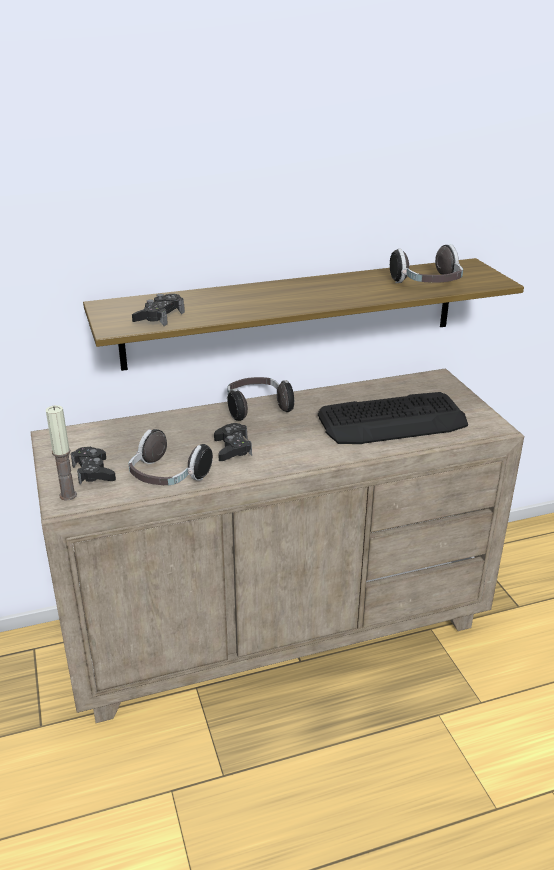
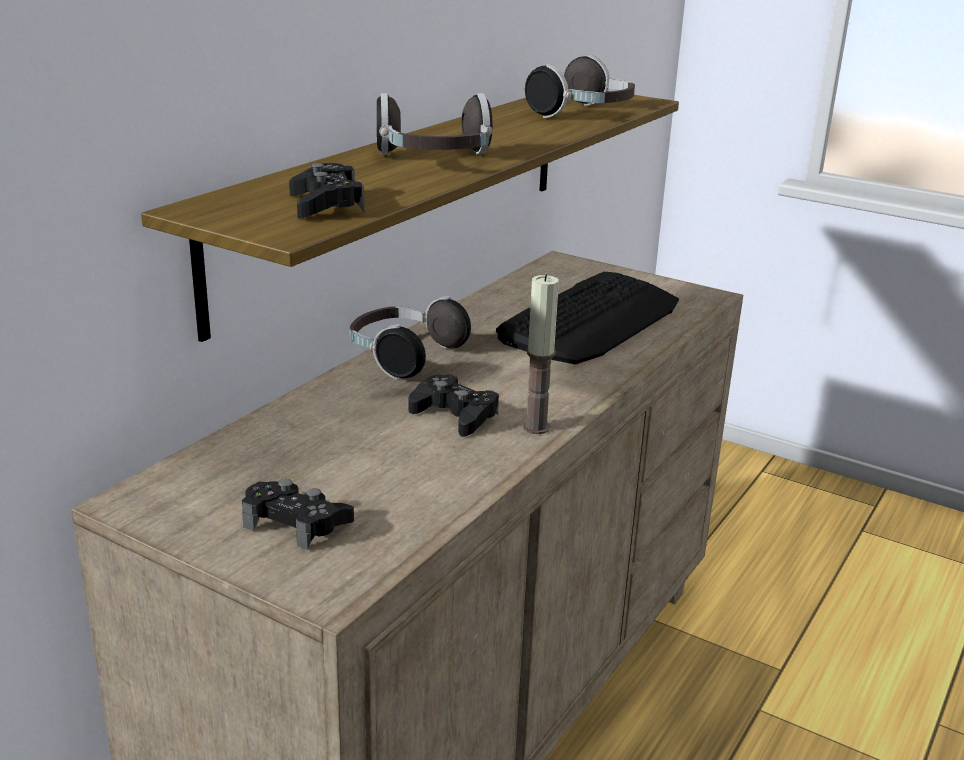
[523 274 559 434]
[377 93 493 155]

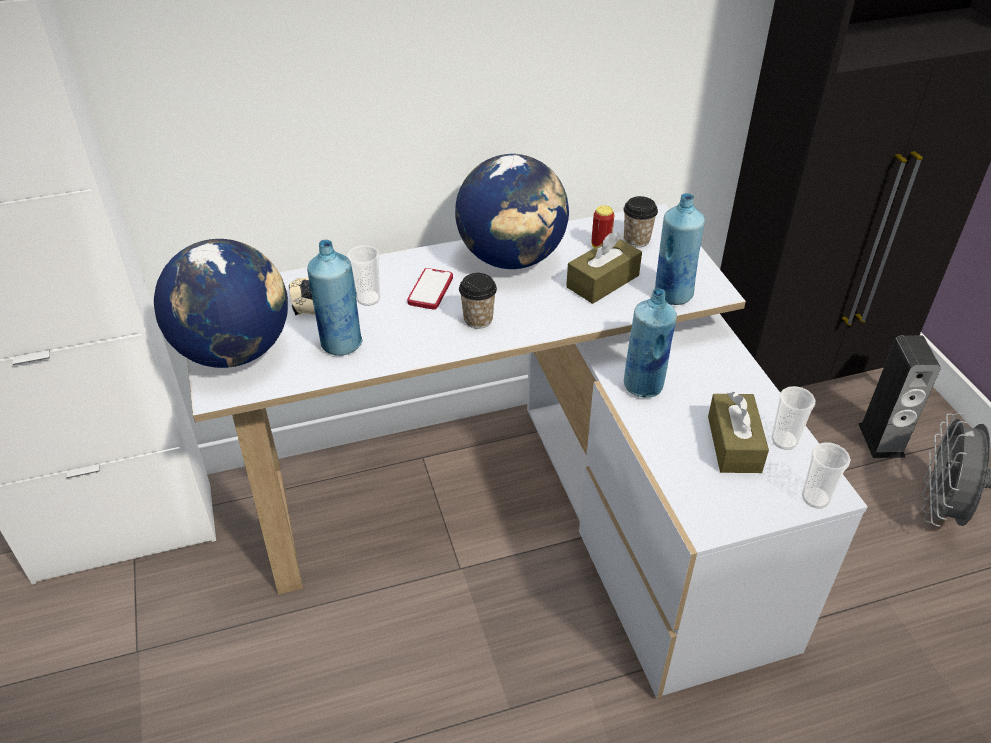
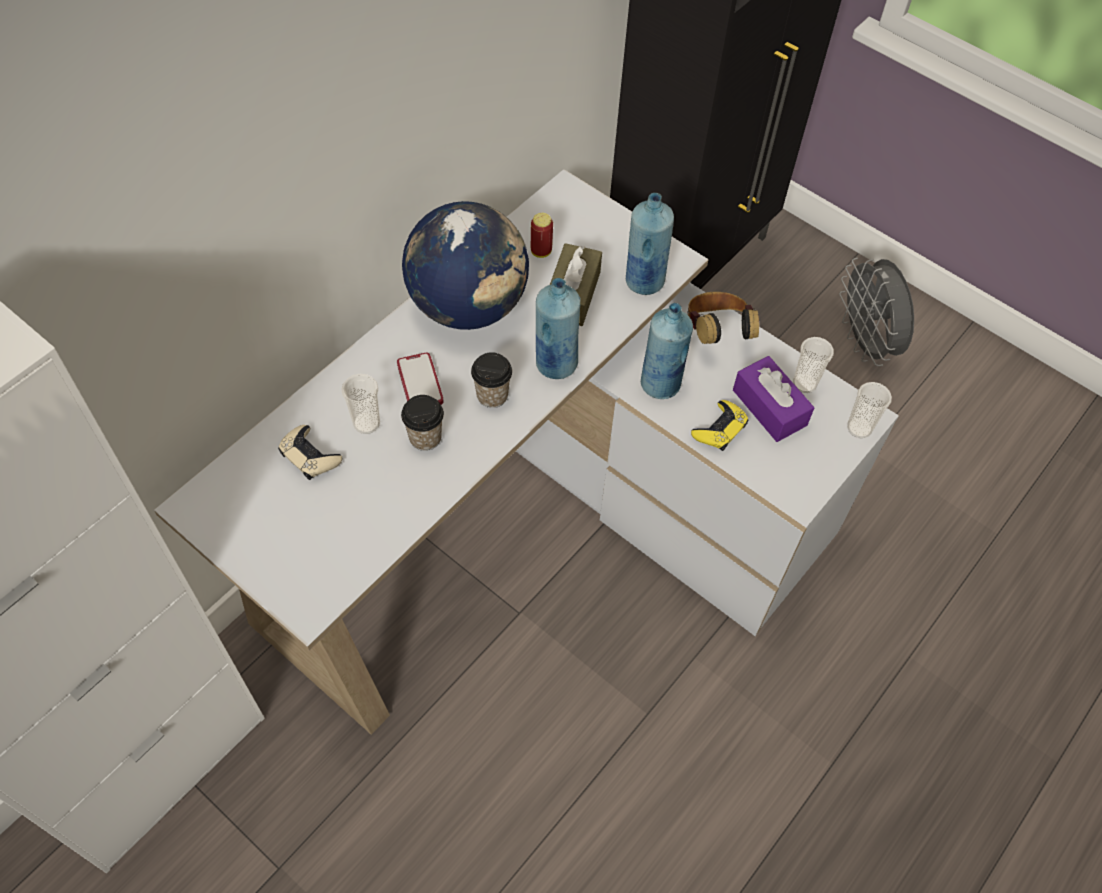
[401 395 444 451]
[154 239 288 368] (first image)
[536 278 581 379]
[858 335 941 458] (first image)
[733 356 815 442]
[687 292 759 344]
[691 400 748 451]

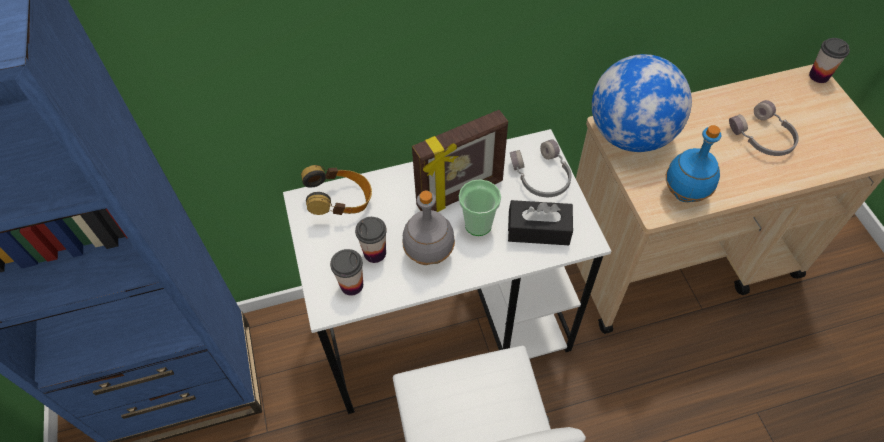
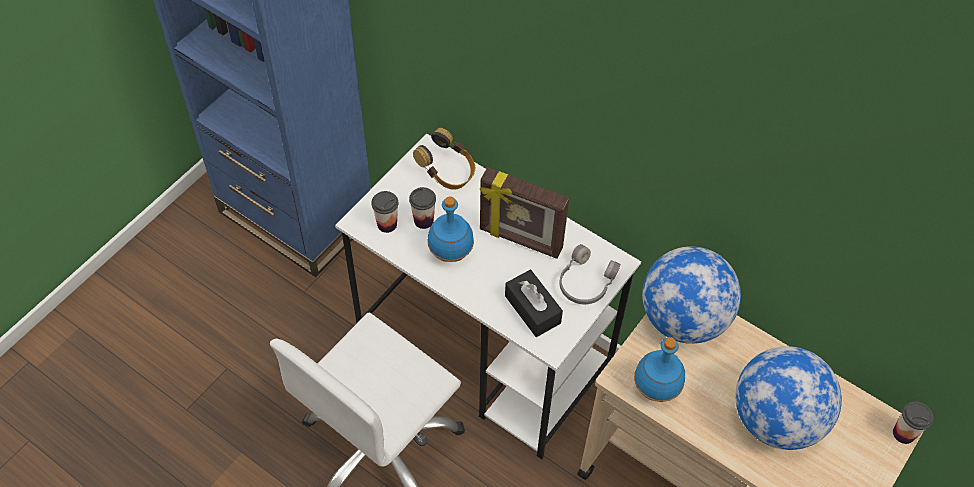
[735 346 842 450]
[459 179 501 236] (first image)
[428 196 474 262]

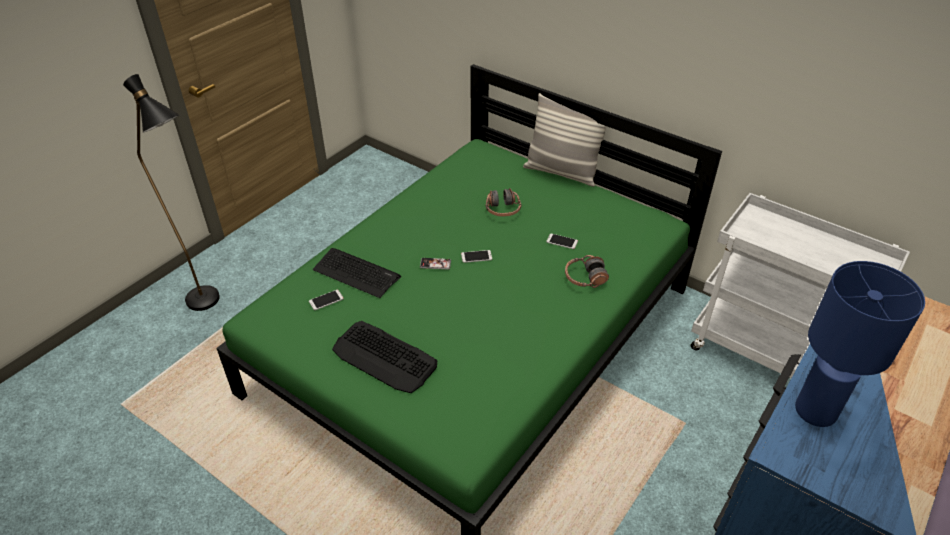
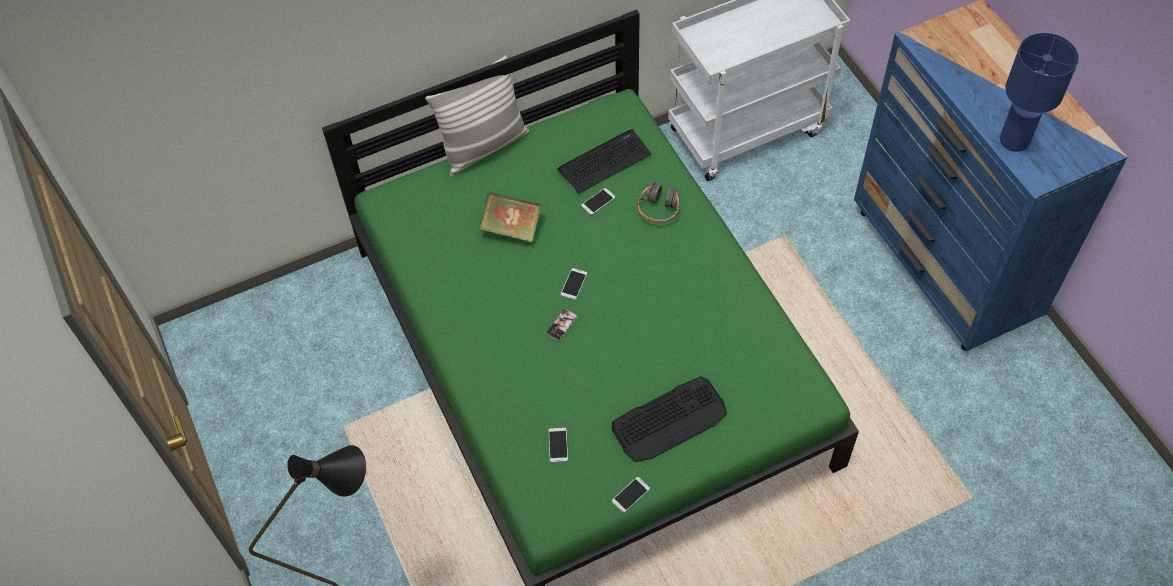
[480 192 542 243]
[557 129 652 194]
[612 477 650 513]

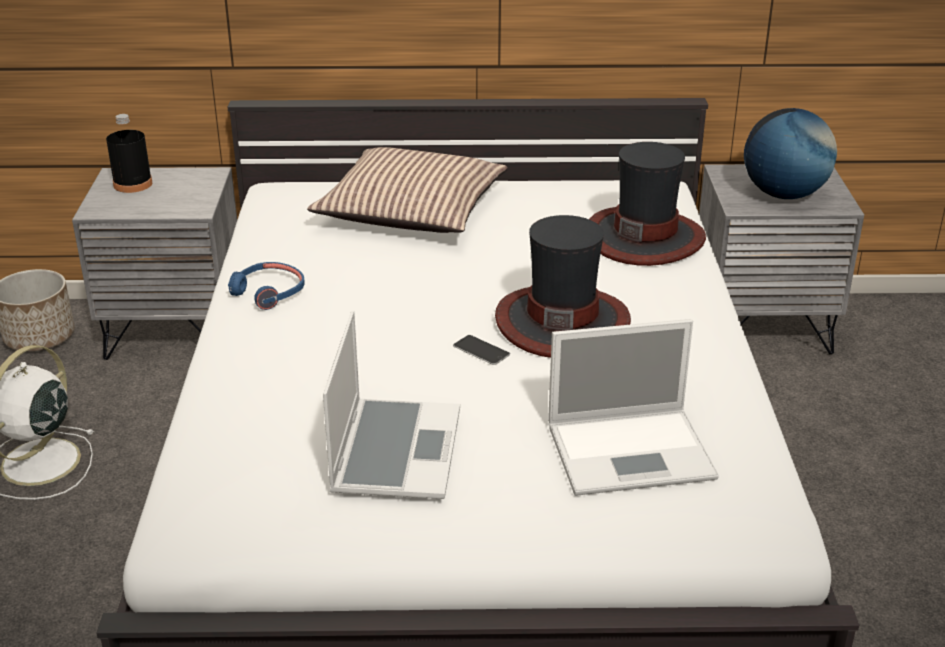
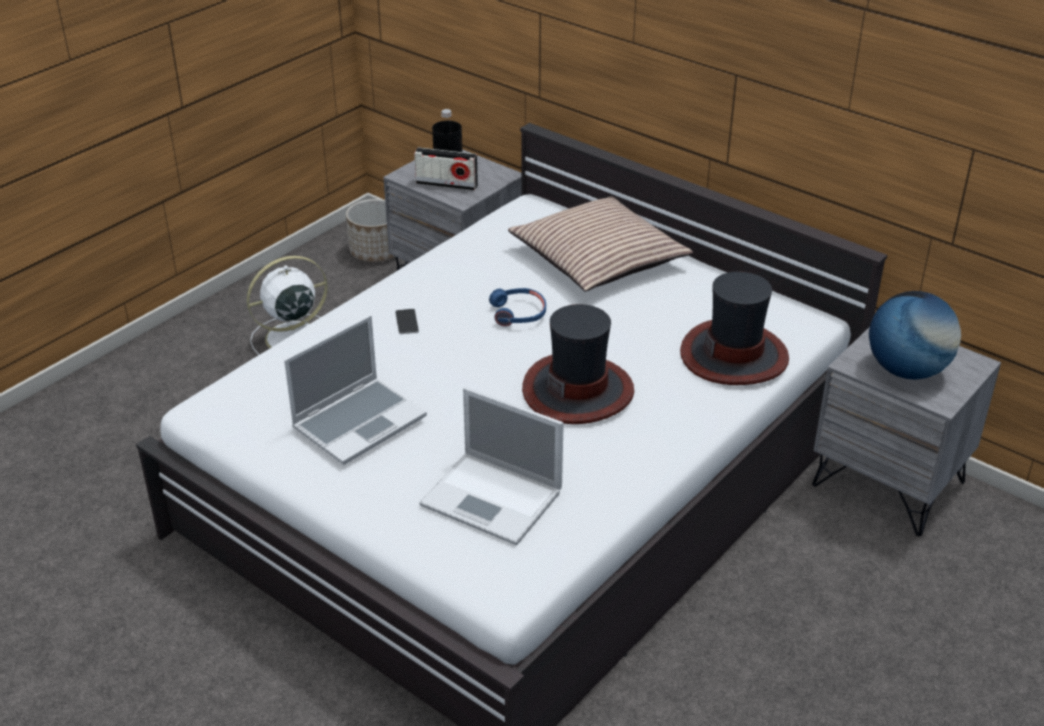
[489 288 546 327]
[395 309 419 334]
[414 147 478 190]

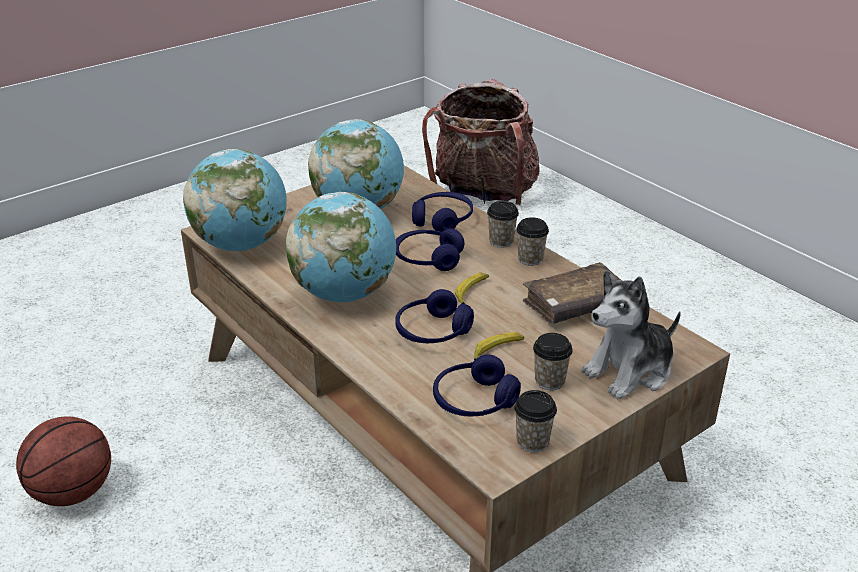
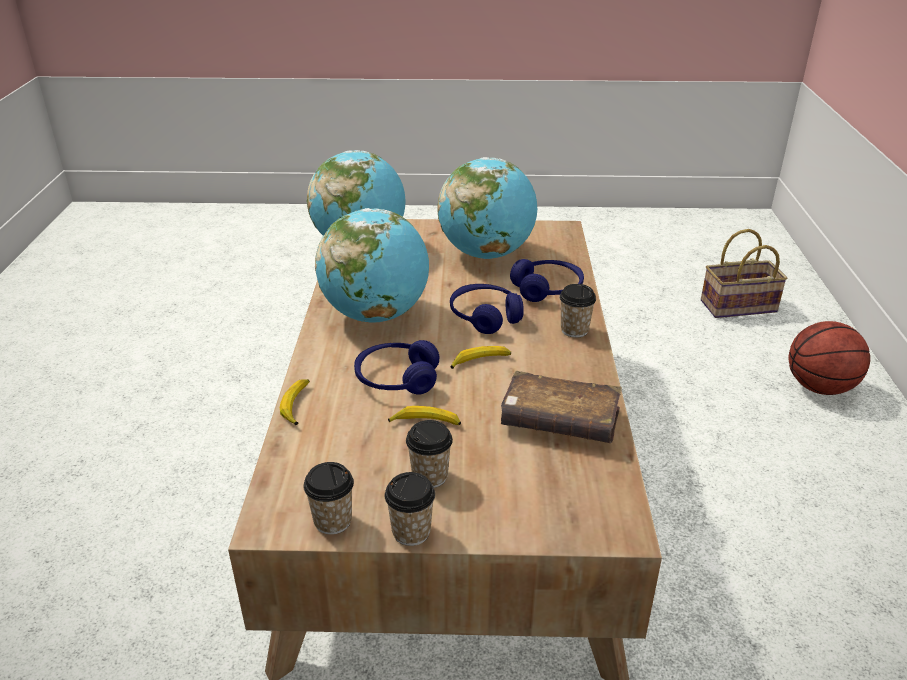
[701 229 788 318]
[385 472 435 546]
[581 270 681 399] (first image)
[433 354 521 416] (first image)
[789 321 870 395]
[280 379 310 425]

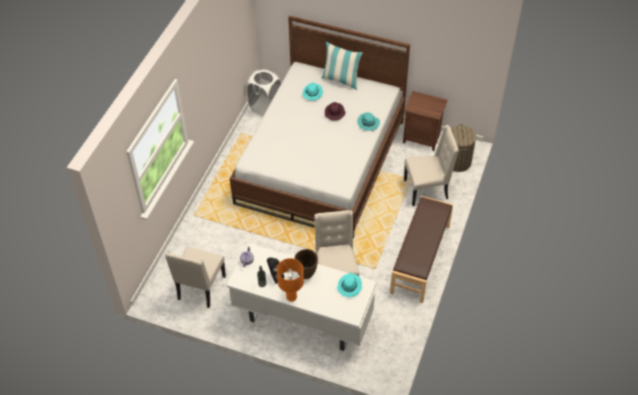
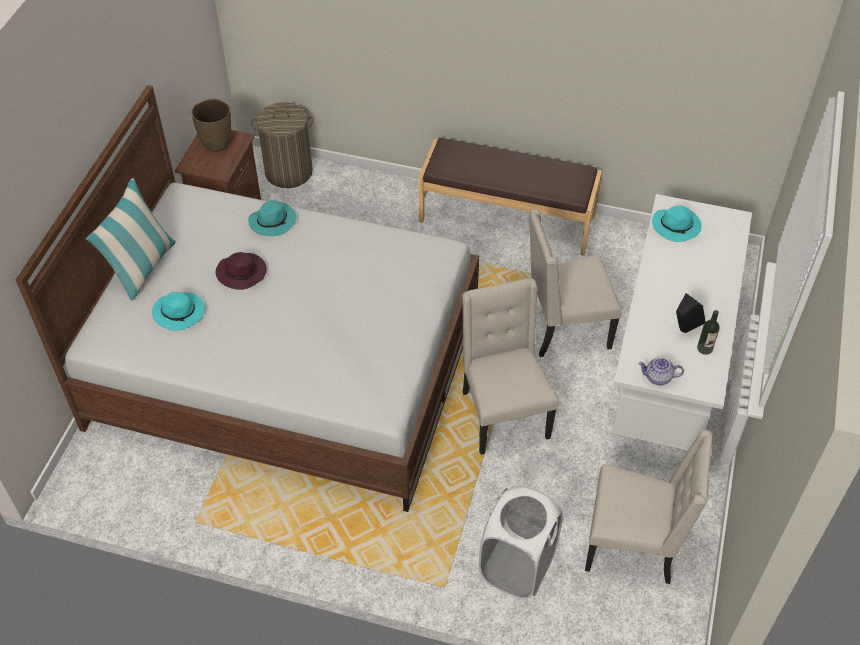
[478 485 563 599]
[462 278 558 455]
[191 99 231 152]
[277 258 304 302] (first image)

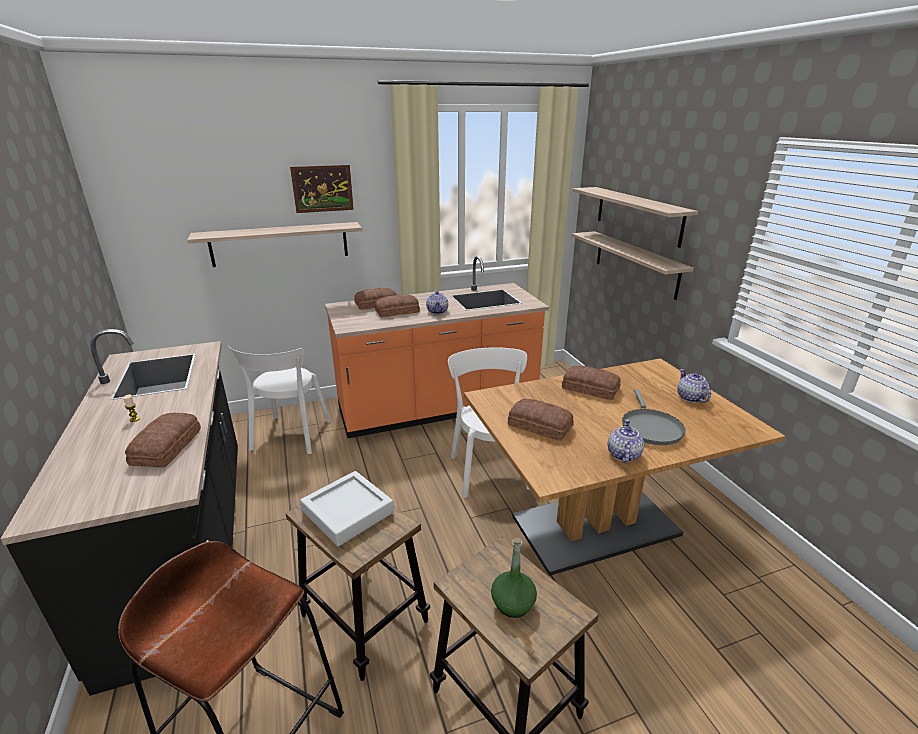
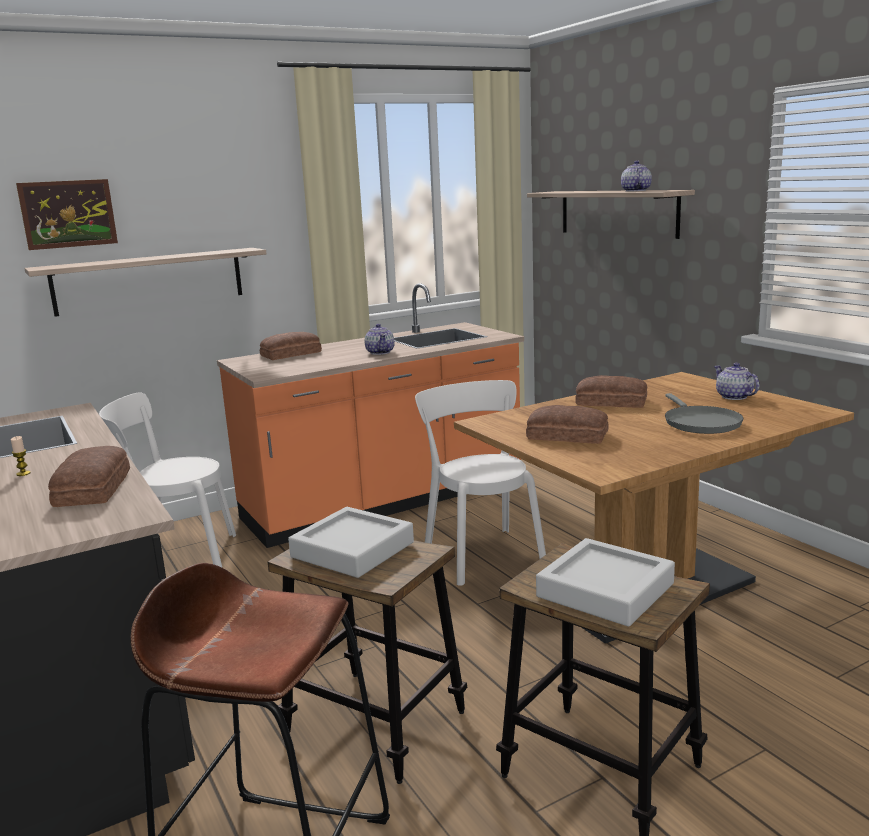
[16 179 118 250]
[572 231 694 300] (first image)
[375 294 420 318] (first image)
[99 392 236 567]
[621 161 652 192]
[536 538 675 627]

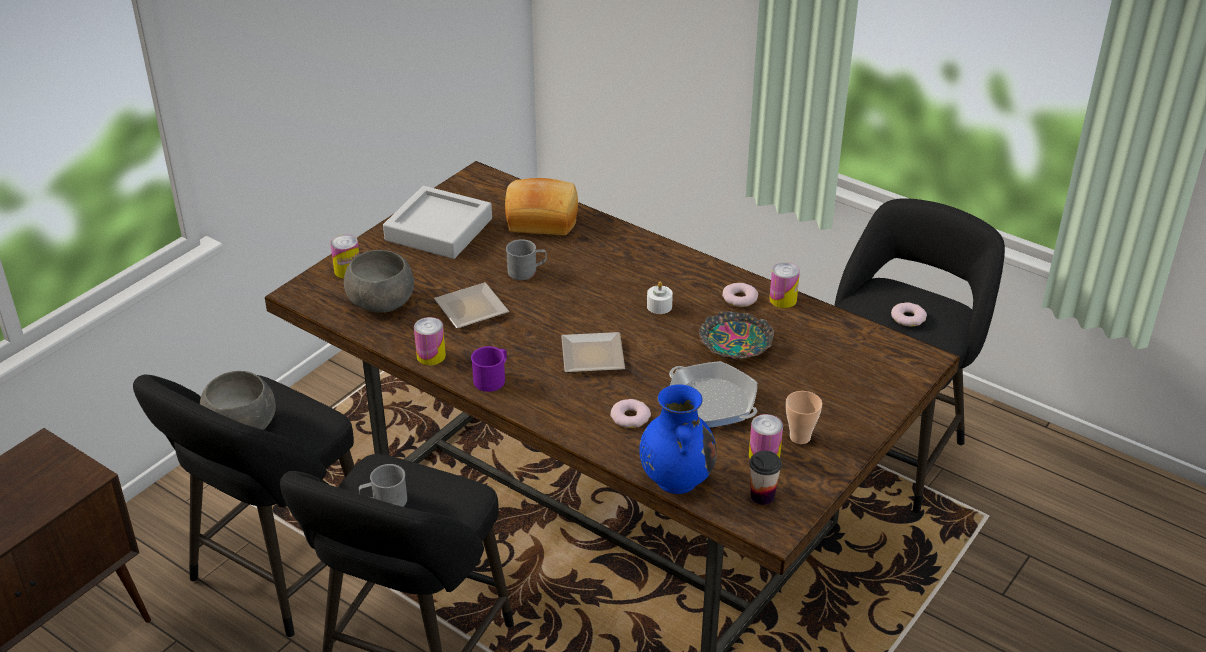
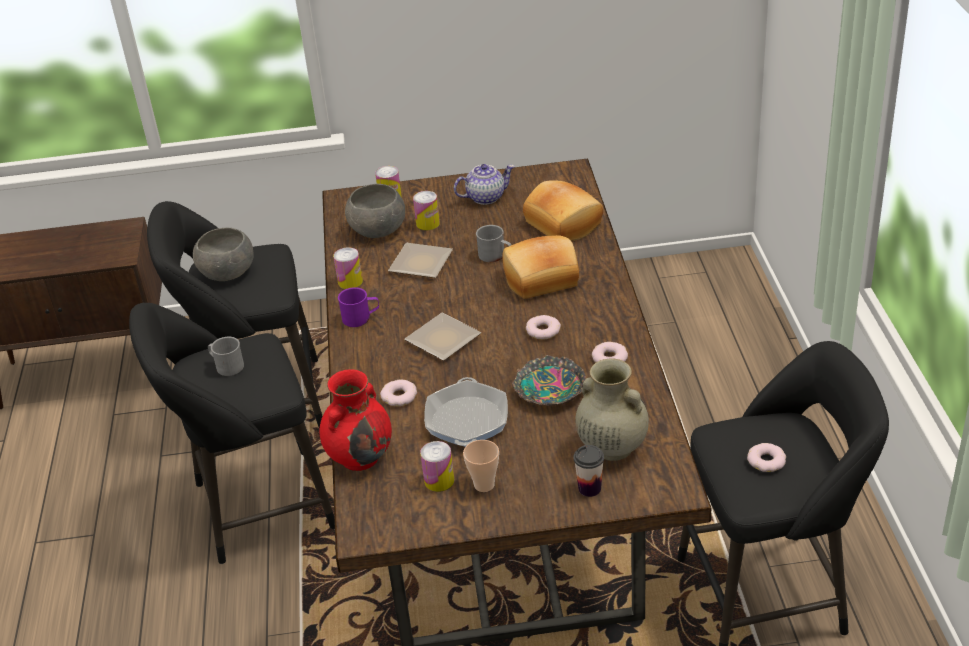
[454 164 515 205]
[413 191 440 230]
[526 315 561 340]
[319 369 392 471]
[573 445 604 497]
[502 235 579 299]
[576 358 649 461]

